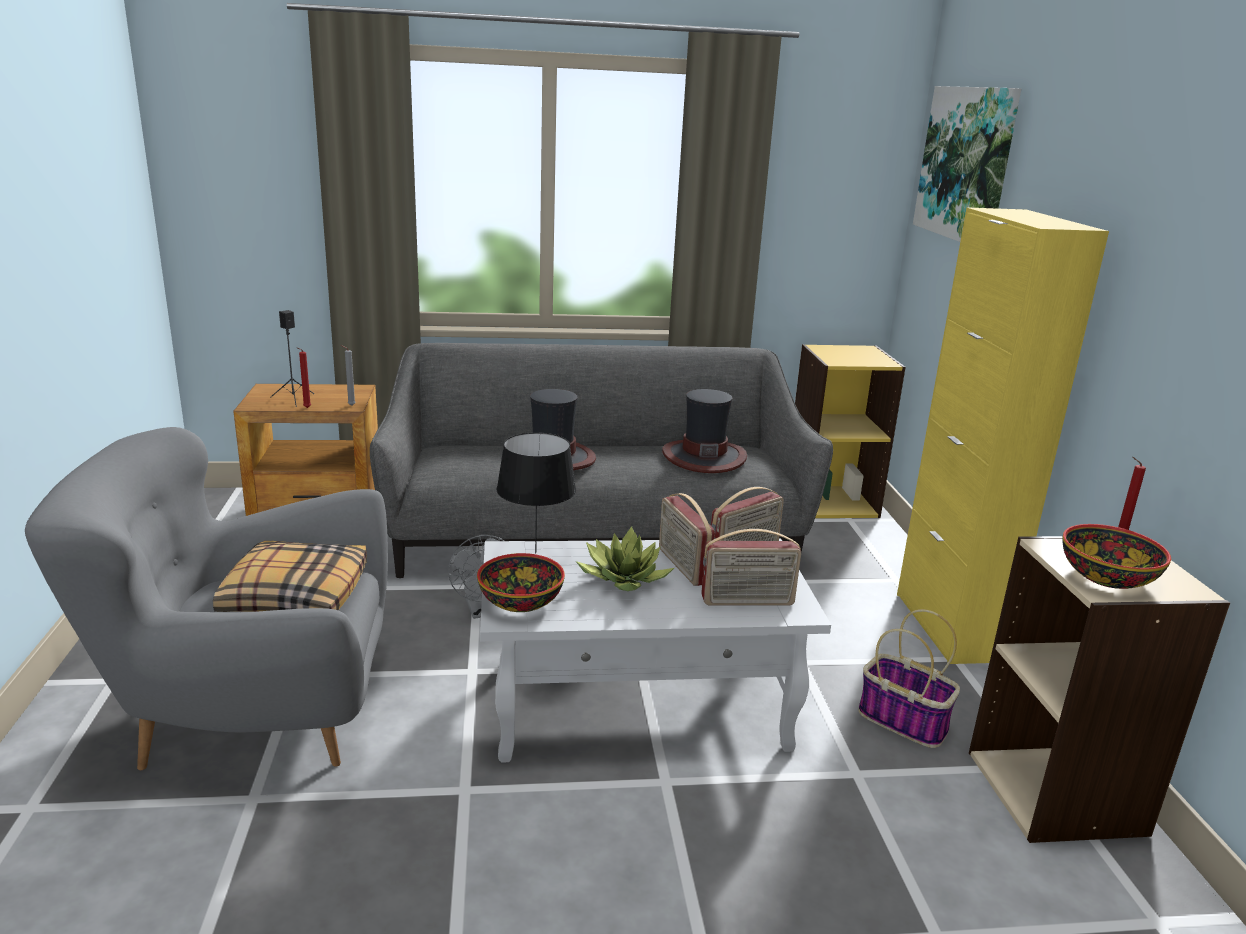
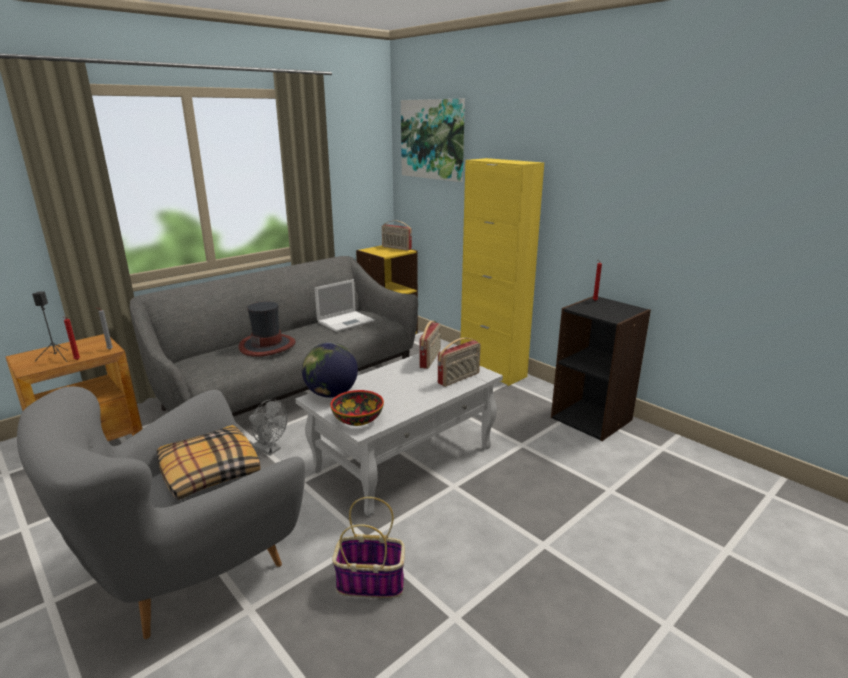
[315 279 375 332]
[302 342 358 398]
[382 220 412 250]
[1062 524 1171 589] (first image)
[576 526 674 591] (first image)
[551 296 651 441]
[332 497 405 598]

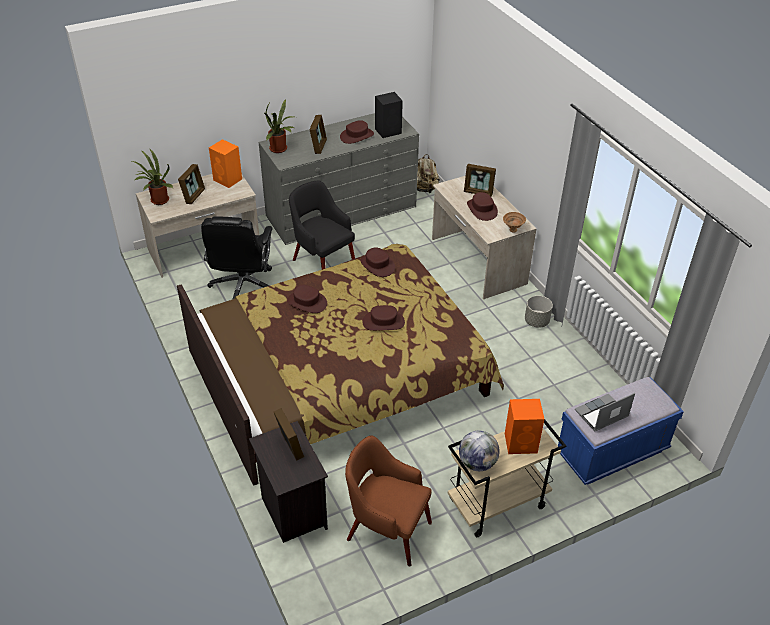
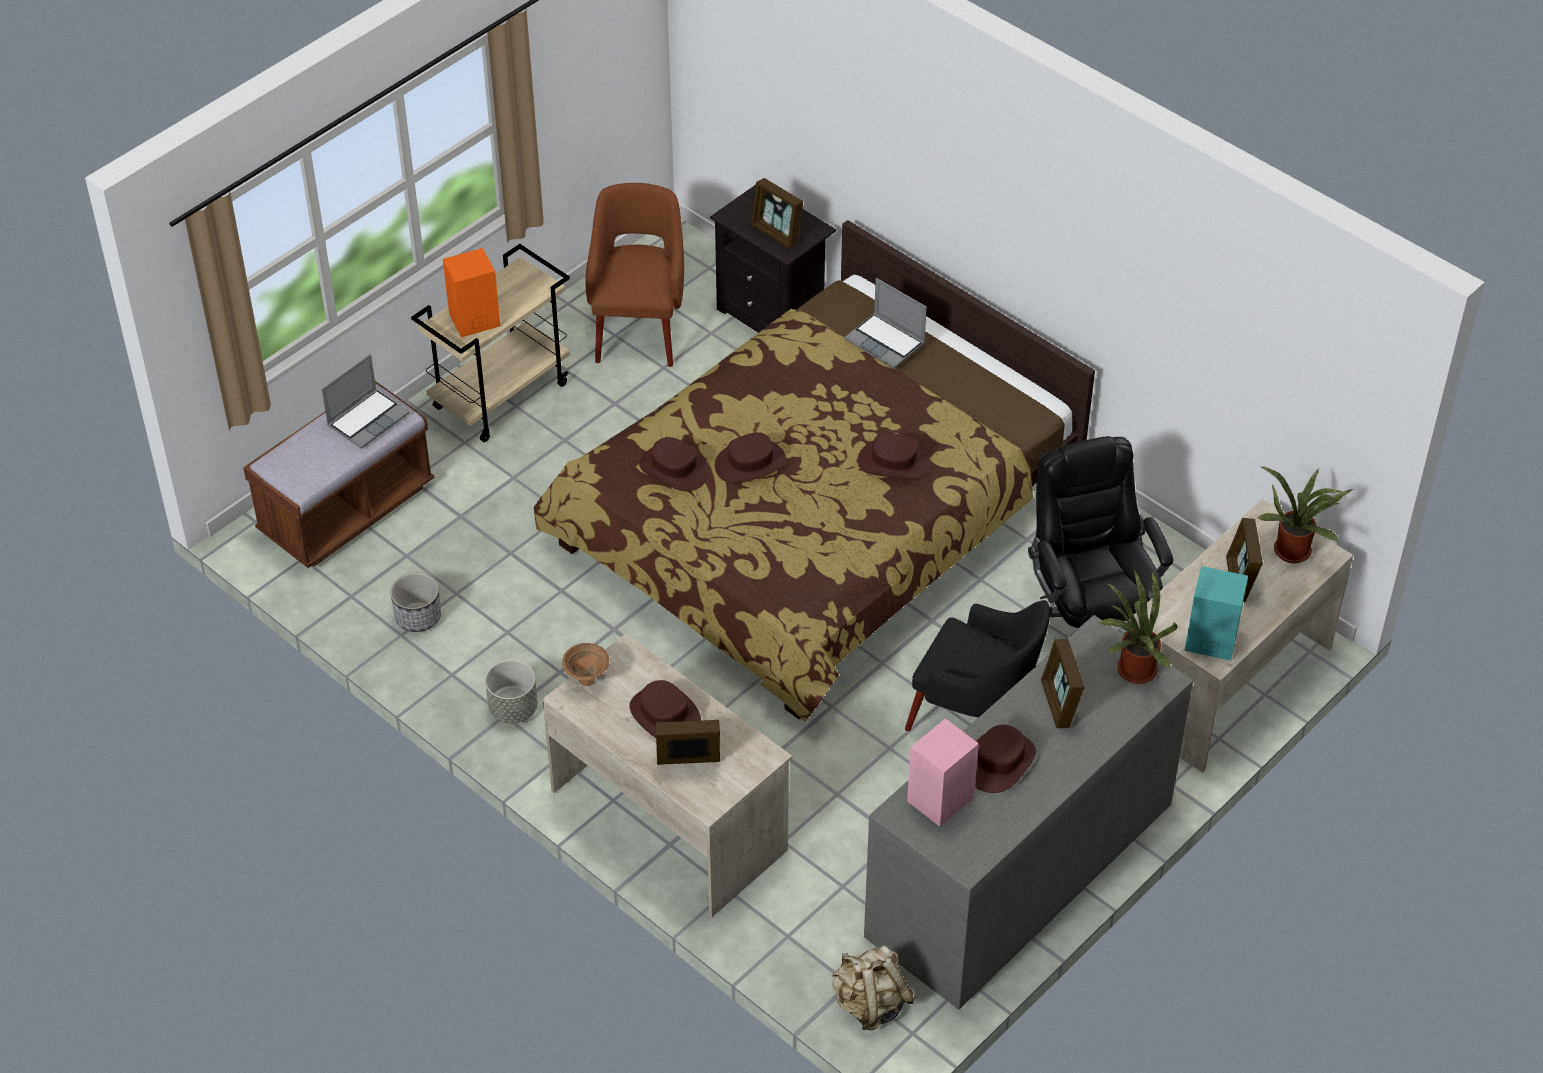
[907 718 979 827]
[1185 566 1248 661]
[639 437 709 491]
[243 381 435 568]
[459 431 500 471] (first image)
[586 183 684 367]
[844 278 927 368]
[390 573 441 632]

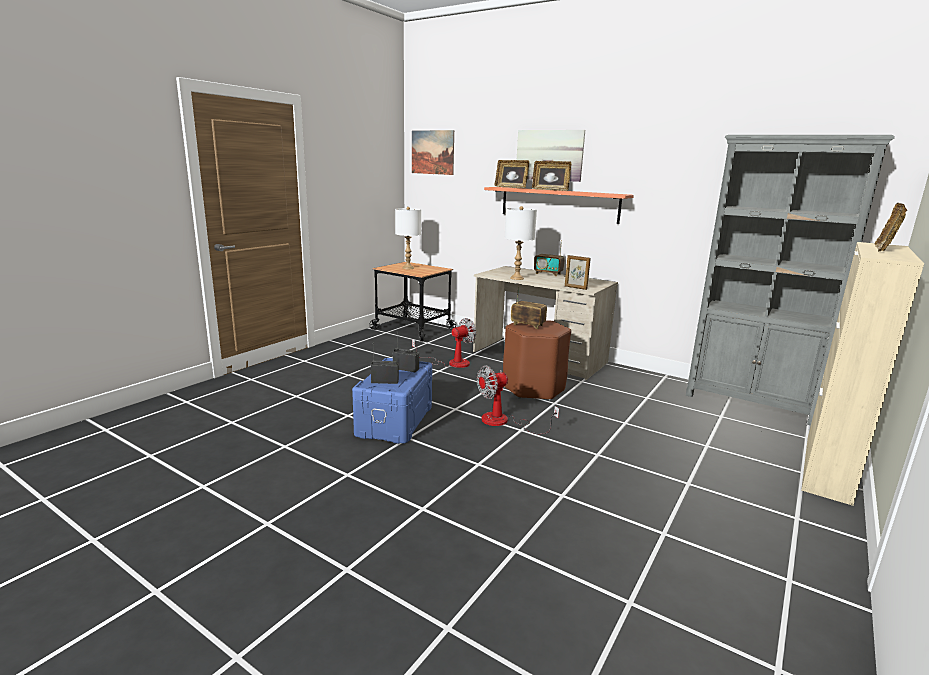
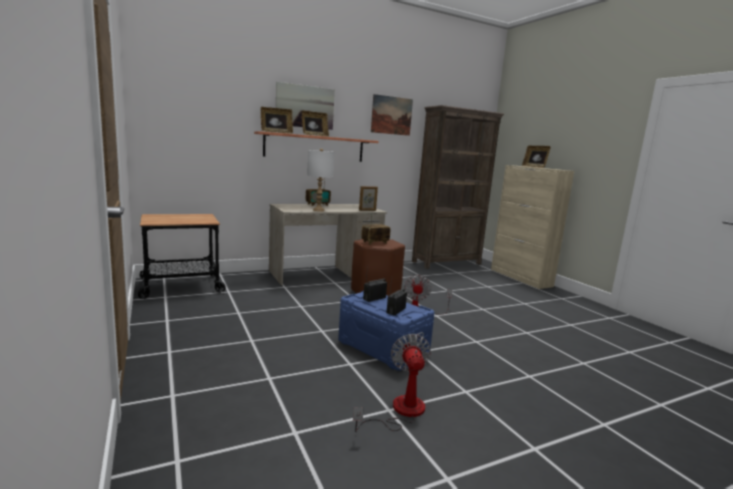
[371 94 413 136]
[412 105 504 269]
[395 207 421 269] (first image)
[353 334 431 432]

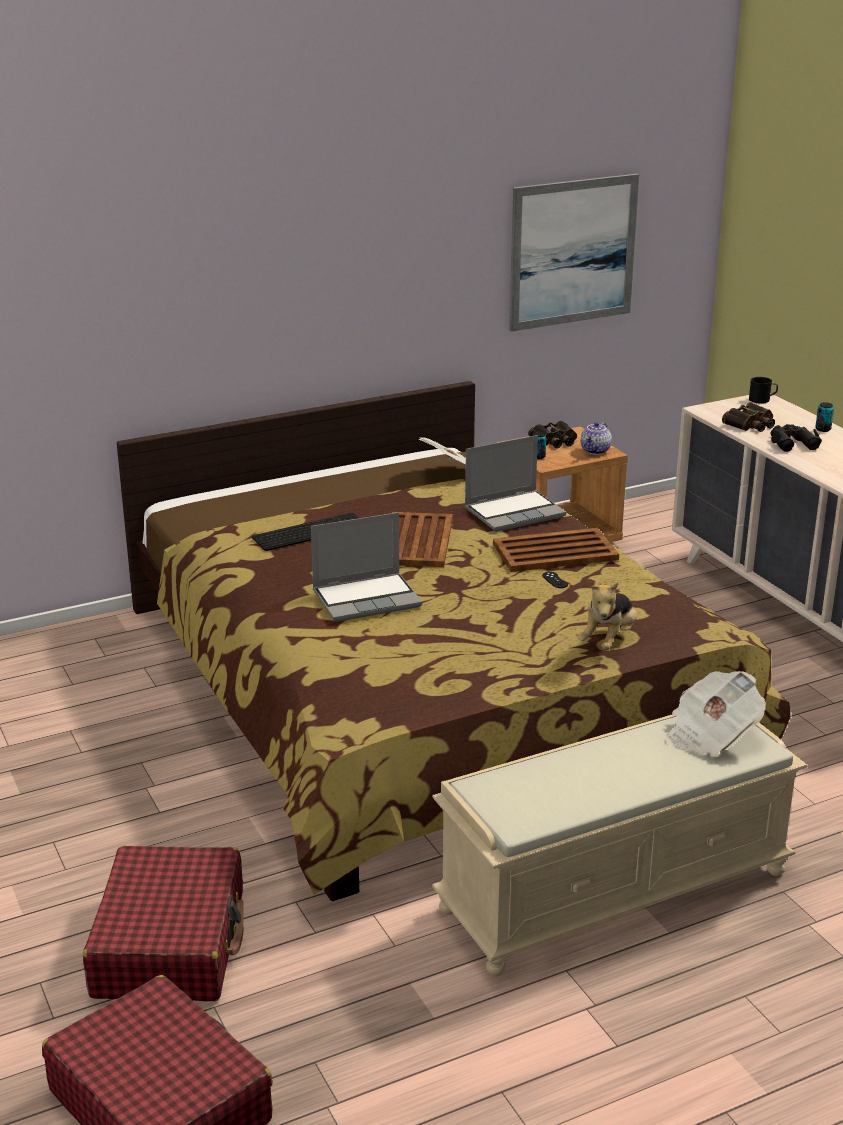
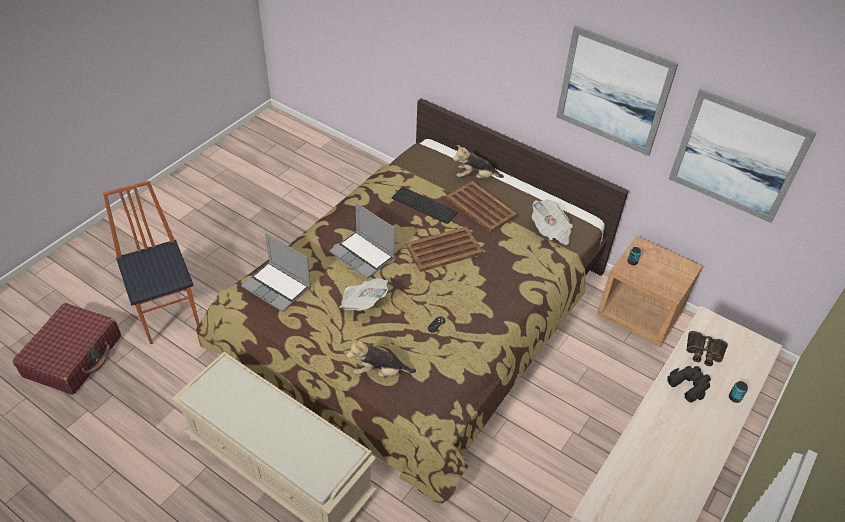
[749 377 778 404] (first image)
[528 421 577 448] (first image)
[581 421 612 455] (first image)
[241 233 311 312]
[446 181 517 232]
[339 278 388 311]
[103 181 200 344]
[556 26 678 156]
[453 145 504 178]

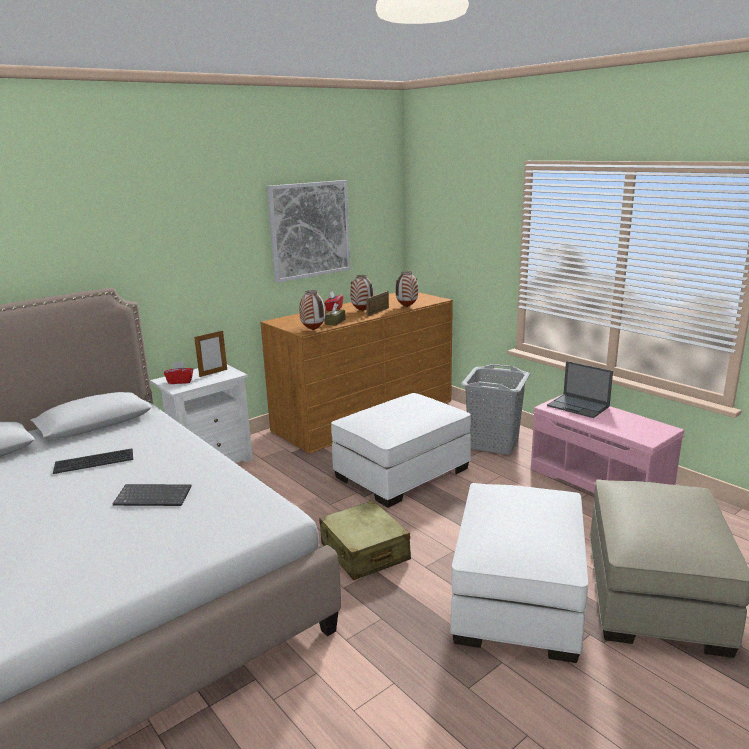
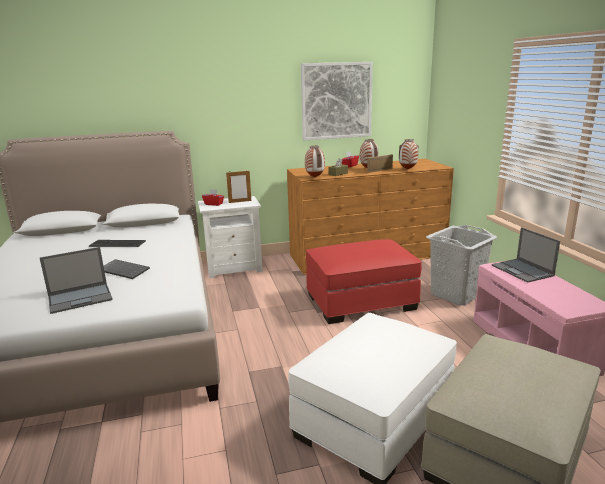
[306 239 422 324]
[319 500 411 580] (first image)
[40 247 113 314]

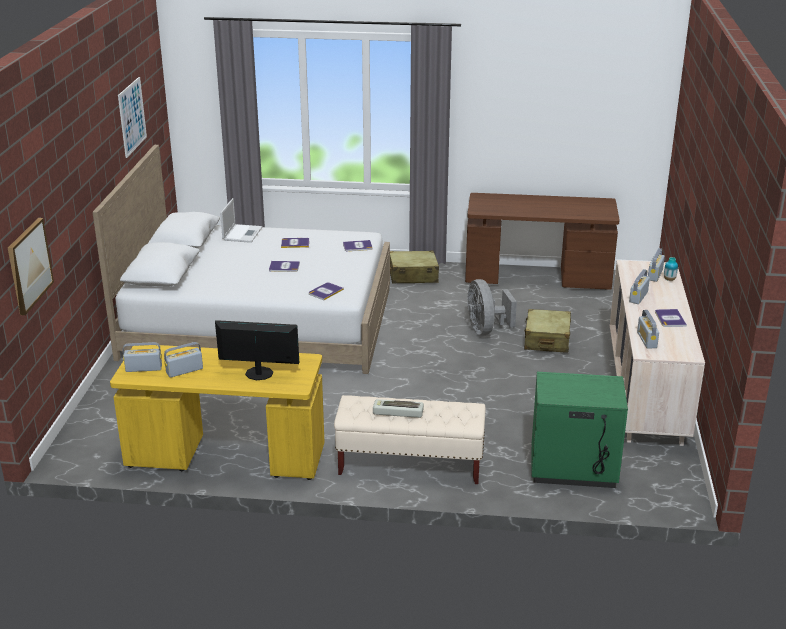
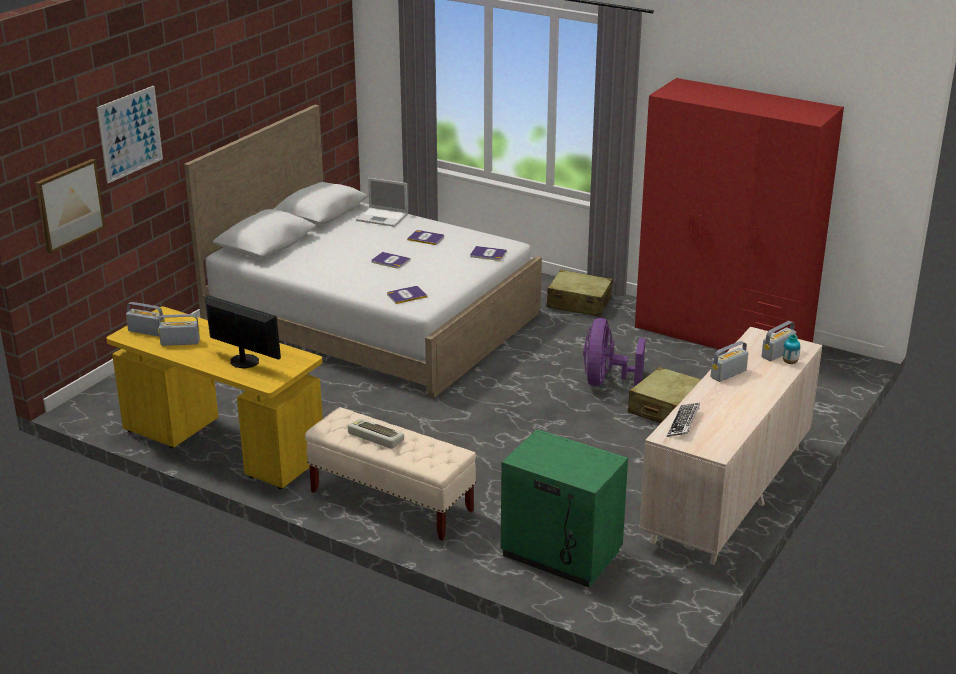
[97 86 163 183]
[635 78 844 352]
[356 178 408 227]
[583 318 646 386]
[655 309 687 327] (first image)
[667 403 700 437]

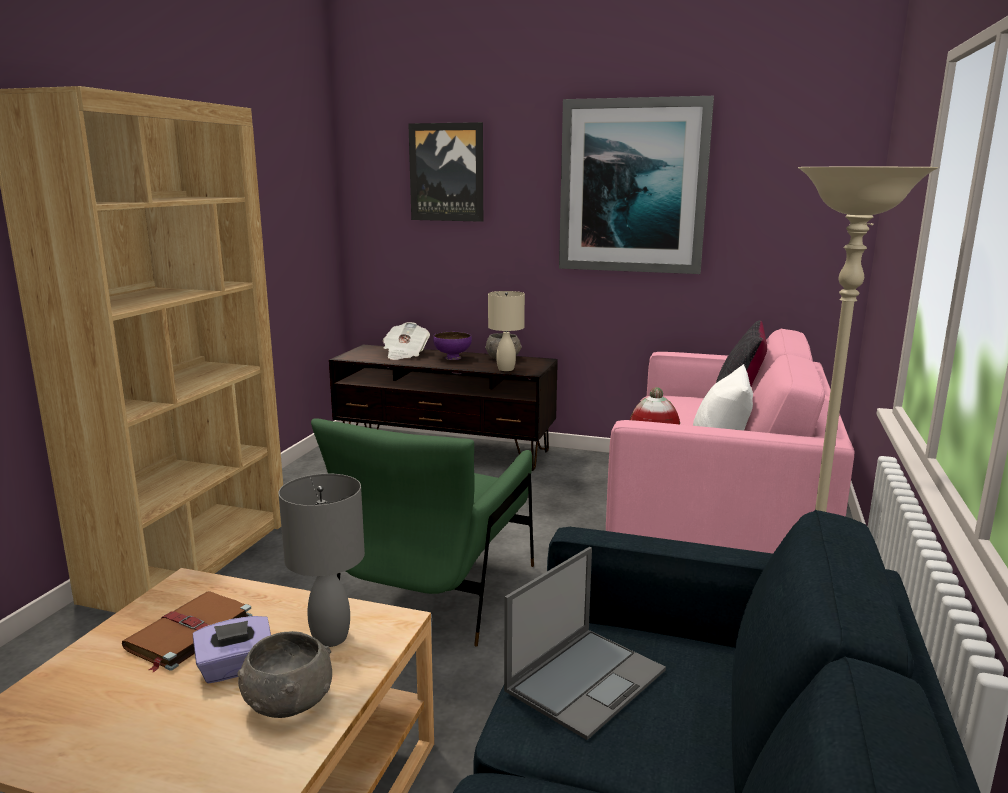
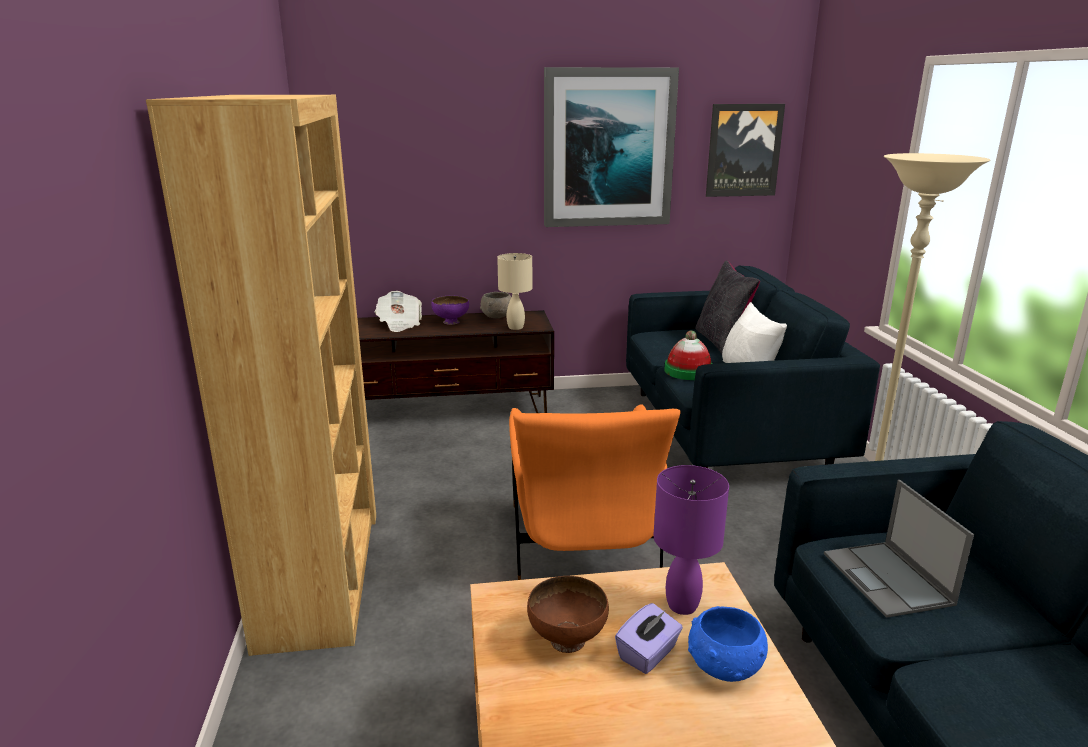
[706 104 785 197]
[626 266 880 468]
[509 404 681 580]
[653 465 729 615]
[824 480 974 618]
[527 576 609 653]
[688 606 768 682]

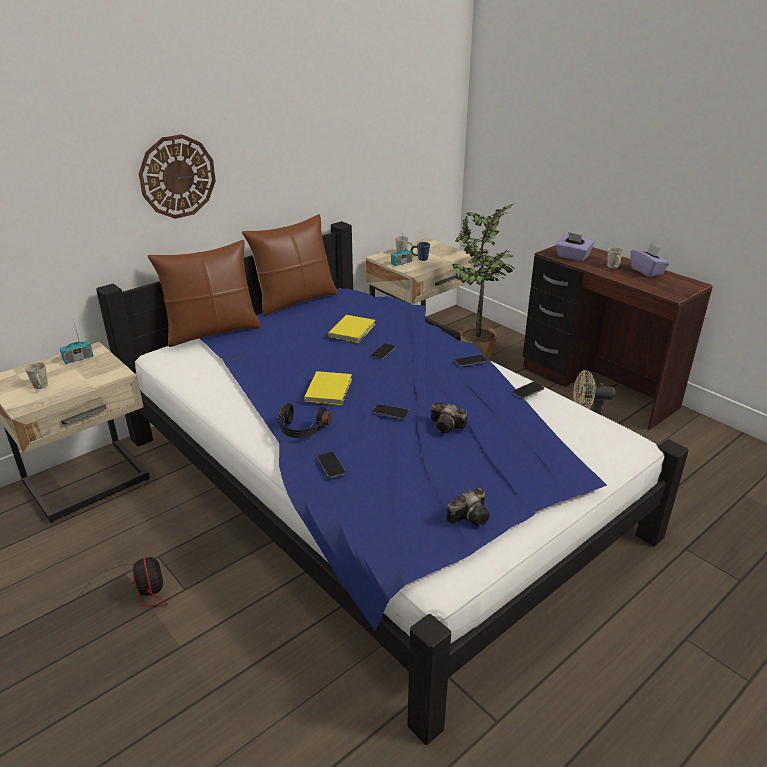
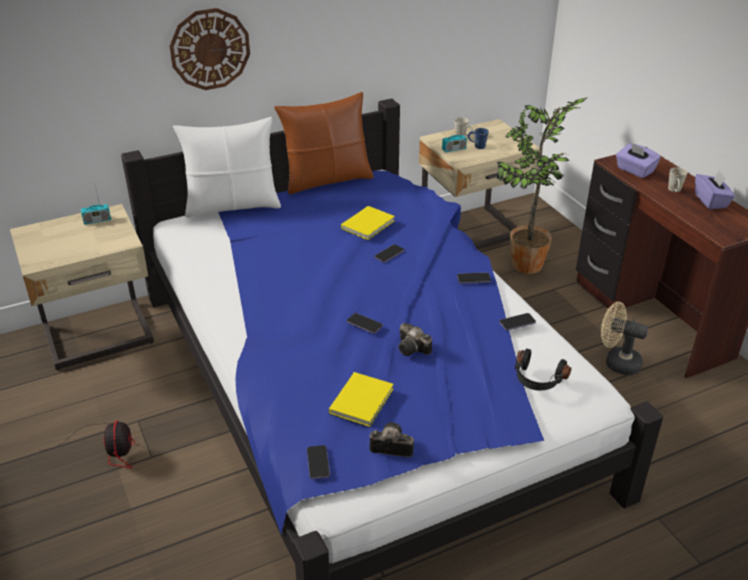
[173 117 281 218]
[25 362 48 389] (first image)
[329 372 393 427]
[515 348 571 391]
[307 445 330 479]
[370 422 414 457]

